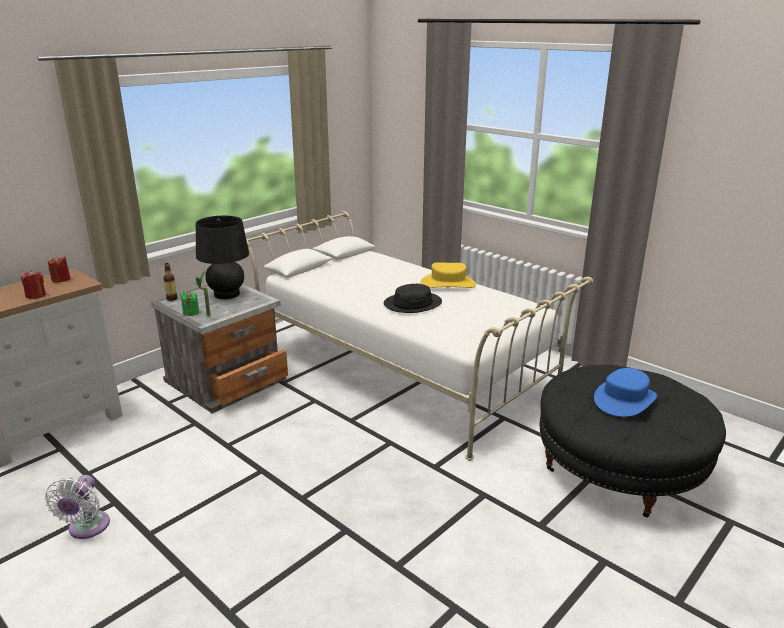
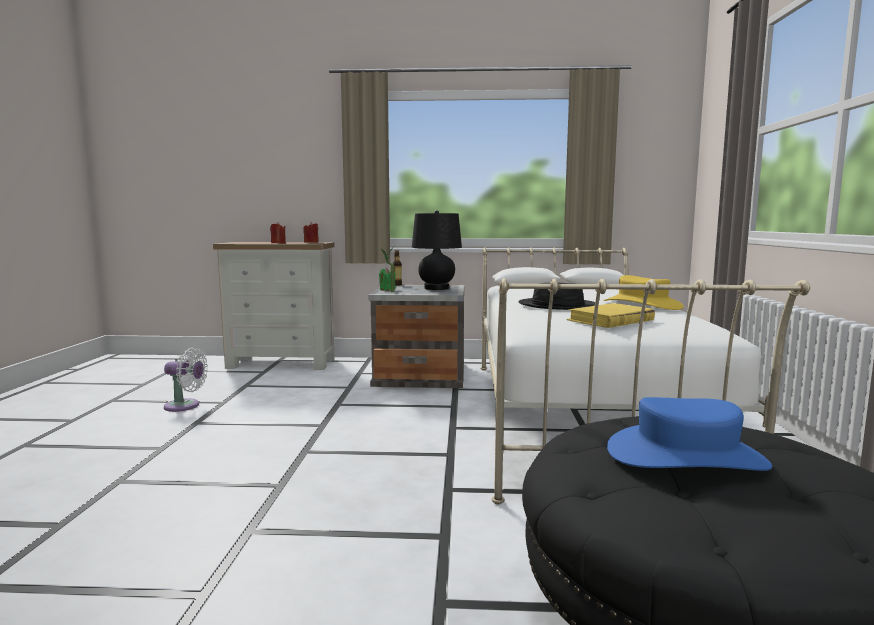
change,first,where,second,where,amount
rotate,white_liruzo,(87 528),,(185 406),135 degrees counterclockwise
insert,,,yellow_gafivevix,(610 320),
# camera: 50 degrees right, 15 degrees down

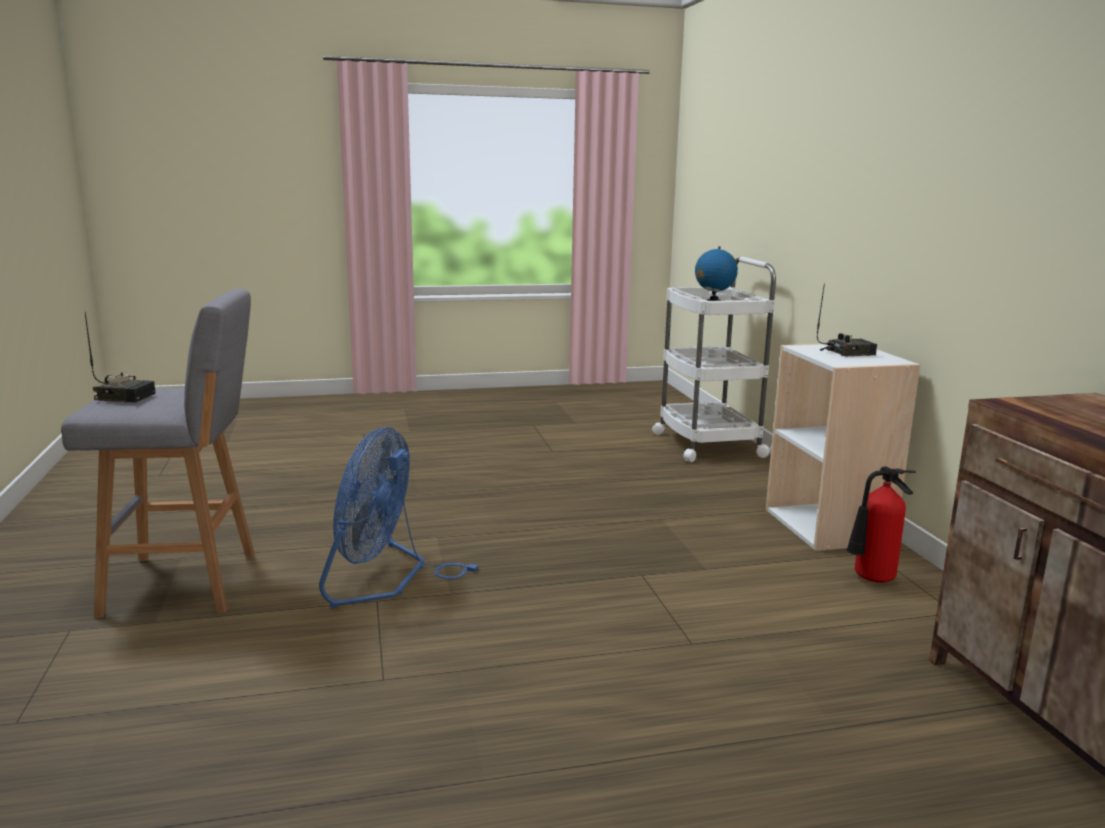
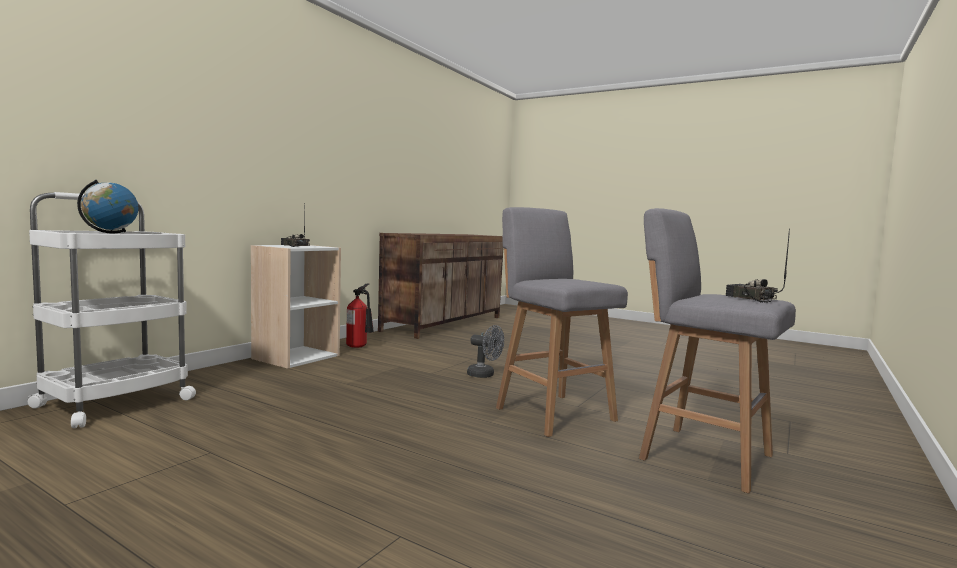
change,first,where,second,where,amount
replace,blue_liruzo,(393 575),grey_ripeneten,(552 413),
insert,,,grey_liruzo,(485 375),
# camera: 135 degrees left, 10 degrees down

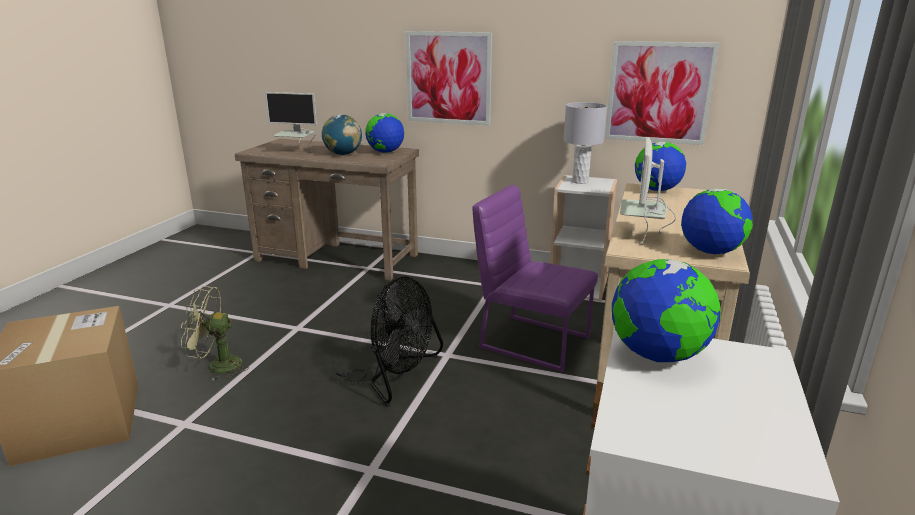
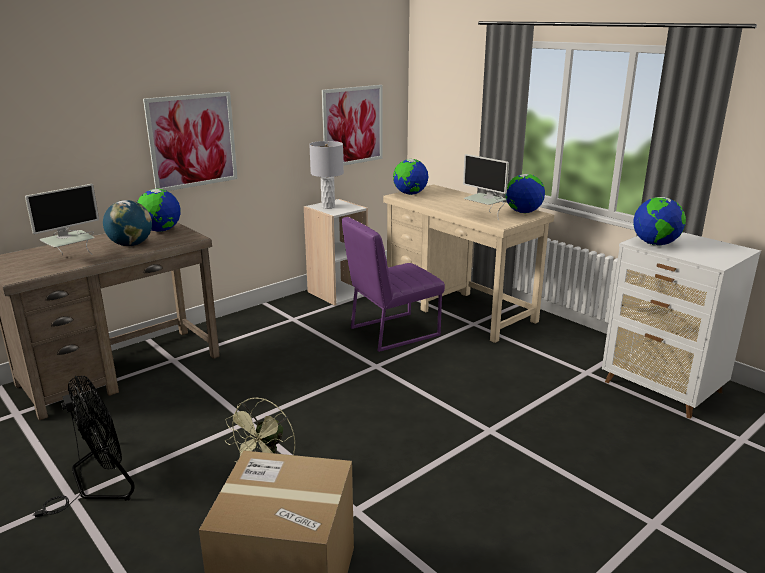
change,first,where,second,where,amount
move,black_liruzo,(394 376),,(95 481),
# camera: 60 degrees left, 0 degrees up

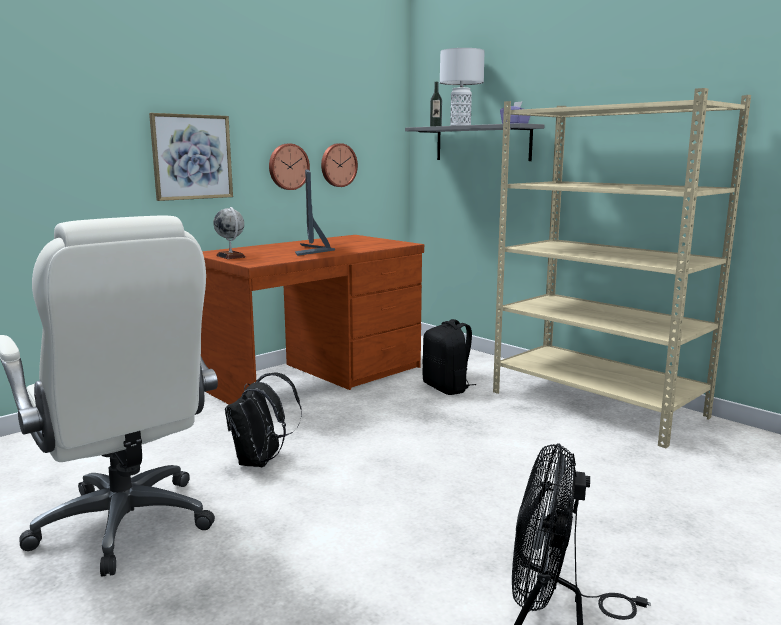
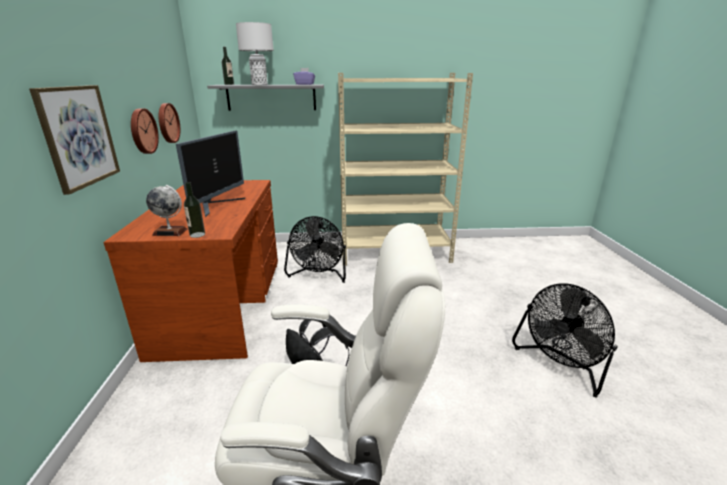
change,first,where,second,where,amount
rotate,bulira,(313 250),,(217 205),105 degrees counterclockwise
replace,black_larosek,(447 388),black_liruzo,(317 273),
insert,,,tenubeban,(197 235),
# camera: 50 degrees left, 10 degrees up

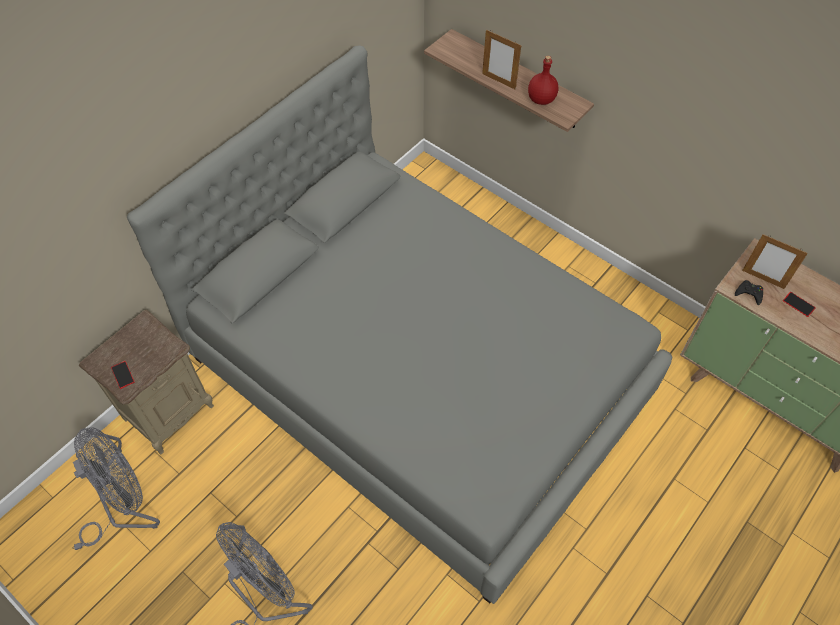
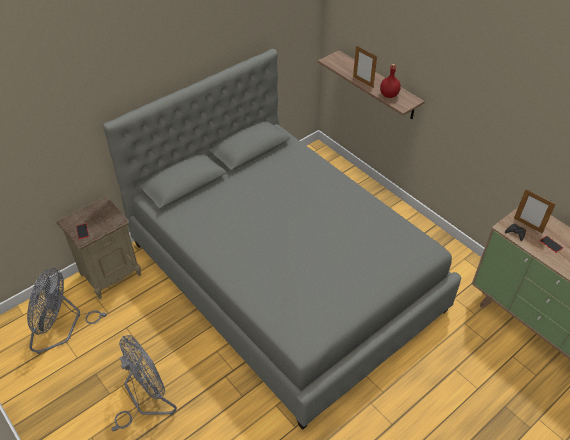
change,first,where,second,where,amount
rotate,grey_liruzo,(120 501),,(65 324),150 degrees counterclockwise
# camera: 10 degrees right, 10 degrees down

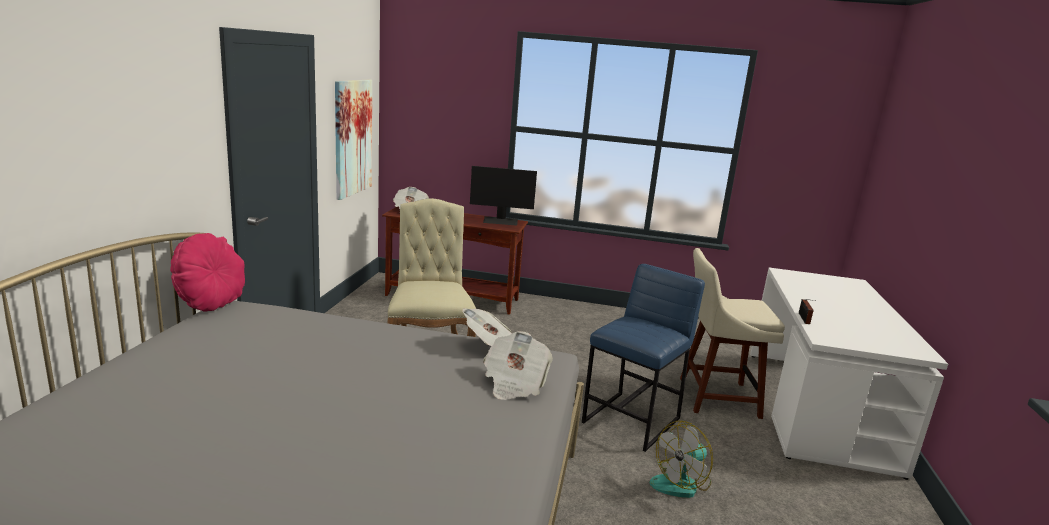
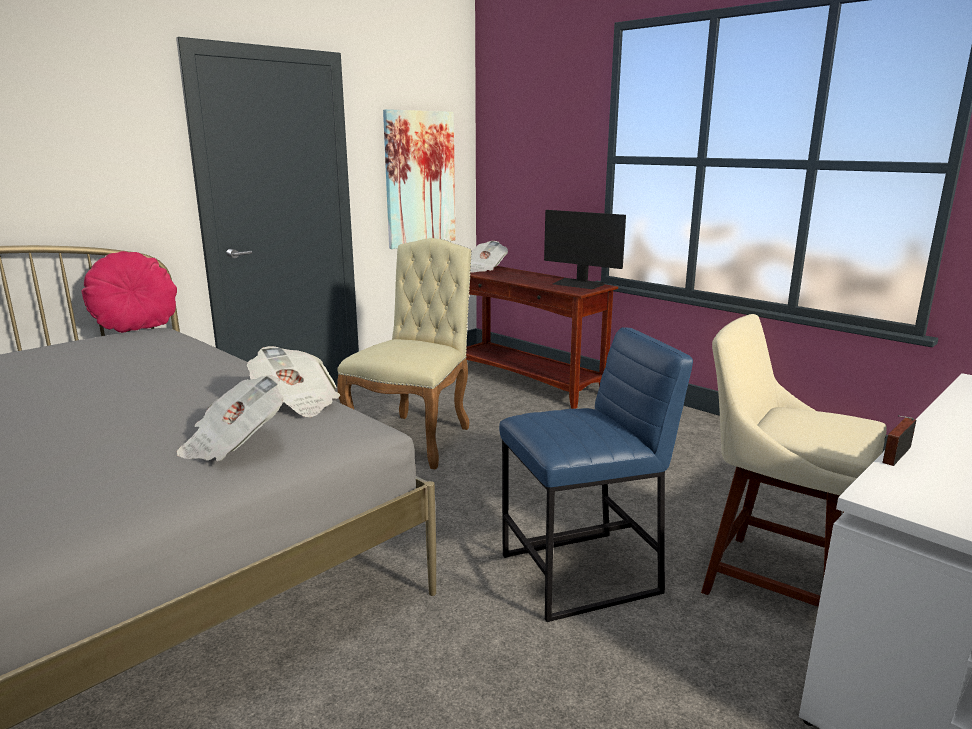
change,first,where,second,where,amount
delete,liruzo,(681 483),,,
# camera: 35 degrees right, 0 degrees up

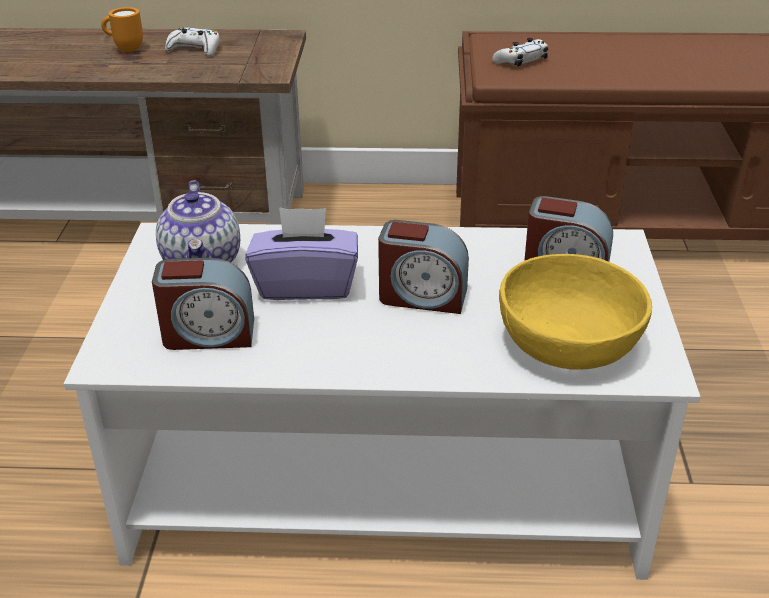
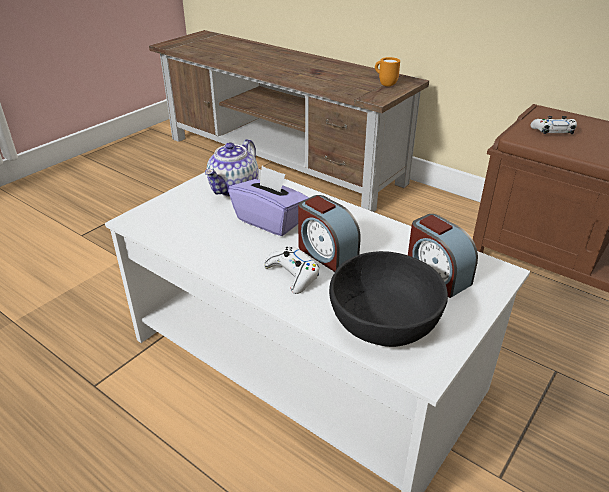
change,first,where,second,where,amount
move,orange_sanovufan,(125 49),,(385 84),
delete,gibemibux,(208 334),,,
move,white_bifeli,(194 49),,(292 275),
recolor,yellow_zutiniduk,(569 342),black_zutiniduk,(384 321),
# camera: 35 degrees right, 0 degrees up

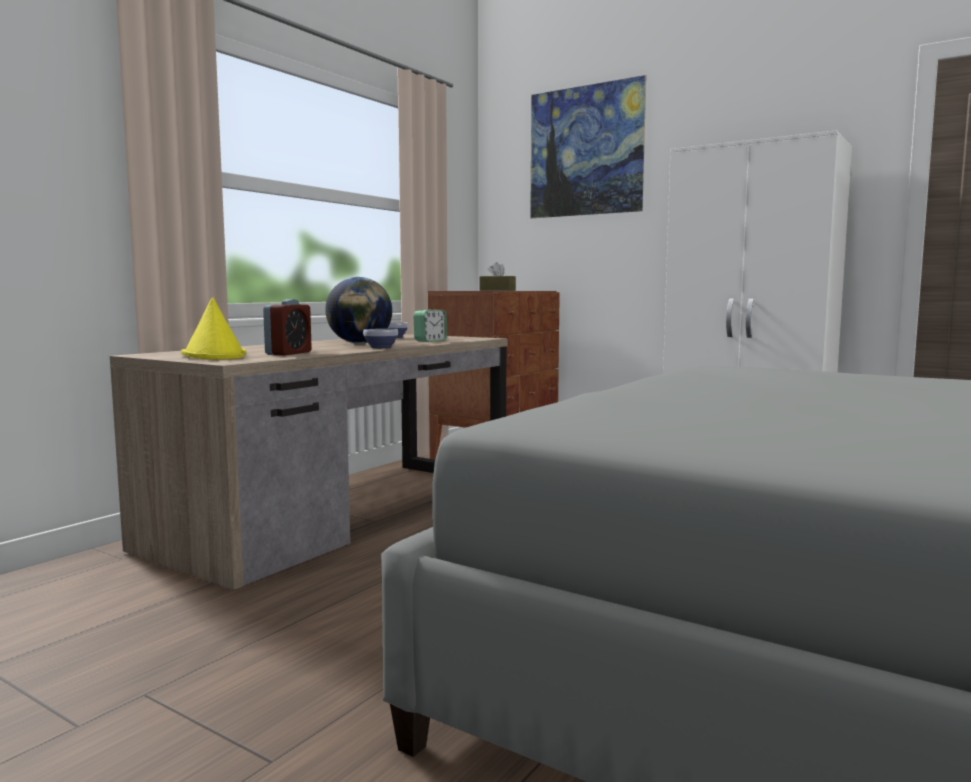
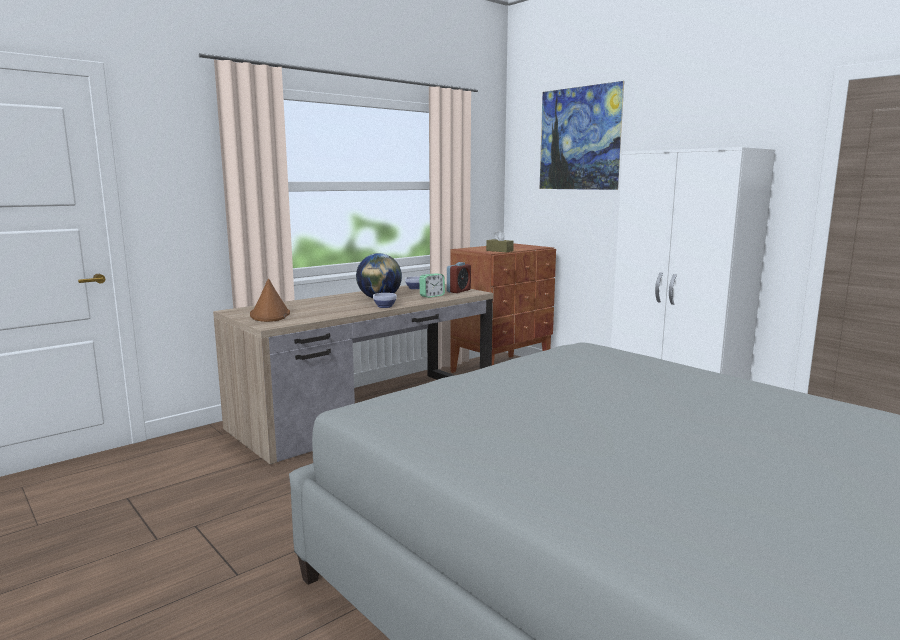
change,first,where,second,where,amount
recolor,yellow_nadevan,(214 355),brown_nadevan,(270 315),
move,gibemibux,(288 353),,(458 291),
# camera: 15 degrees right, 5 degrees up

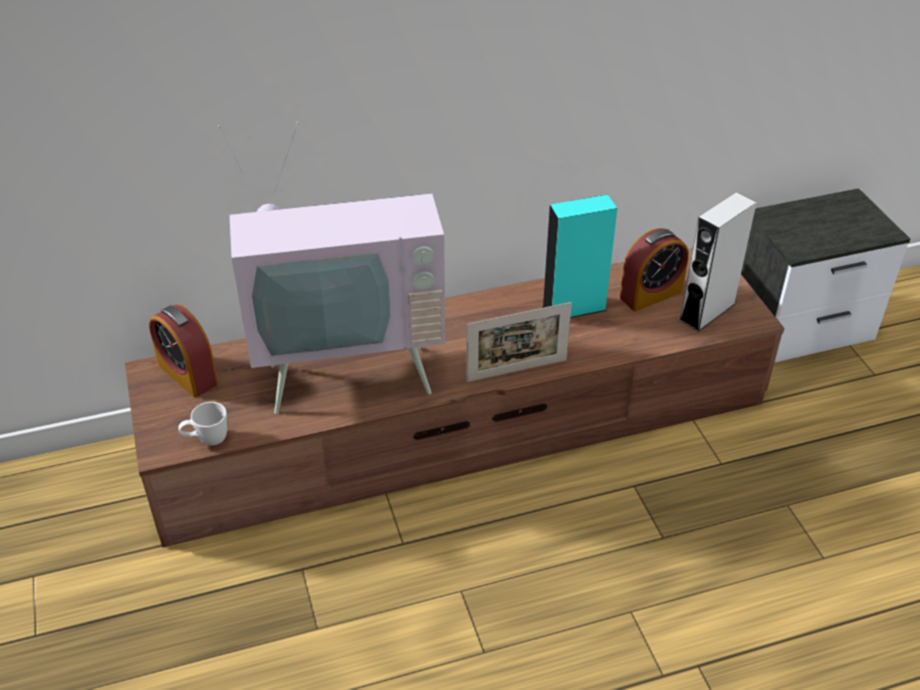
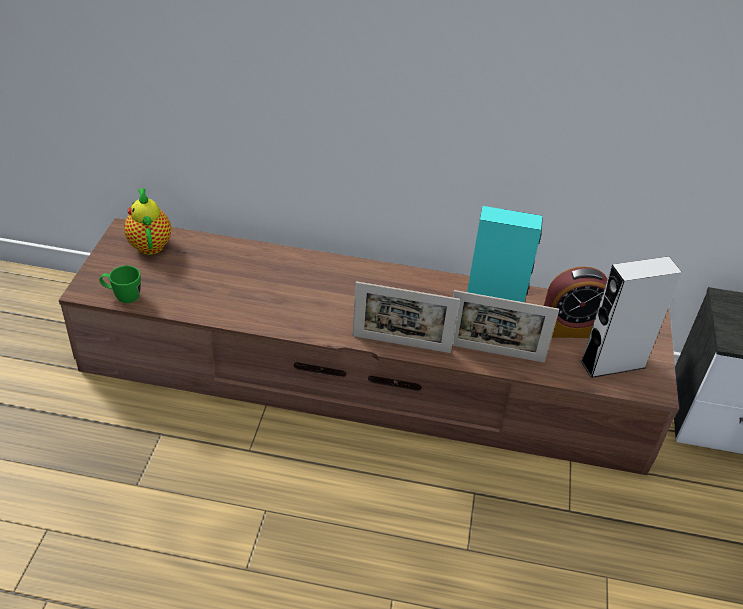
change,first,where,second,where,amount
replace,gibemibux,(188 374),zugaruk,(150 243),
recolor,white_sanovufan,(207 440),green_sanovufan,(122 297),
delete,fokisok,(349 369),,,
insert,,,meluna,(494 353),
# camera: 25 degrees right, 0 degrees up

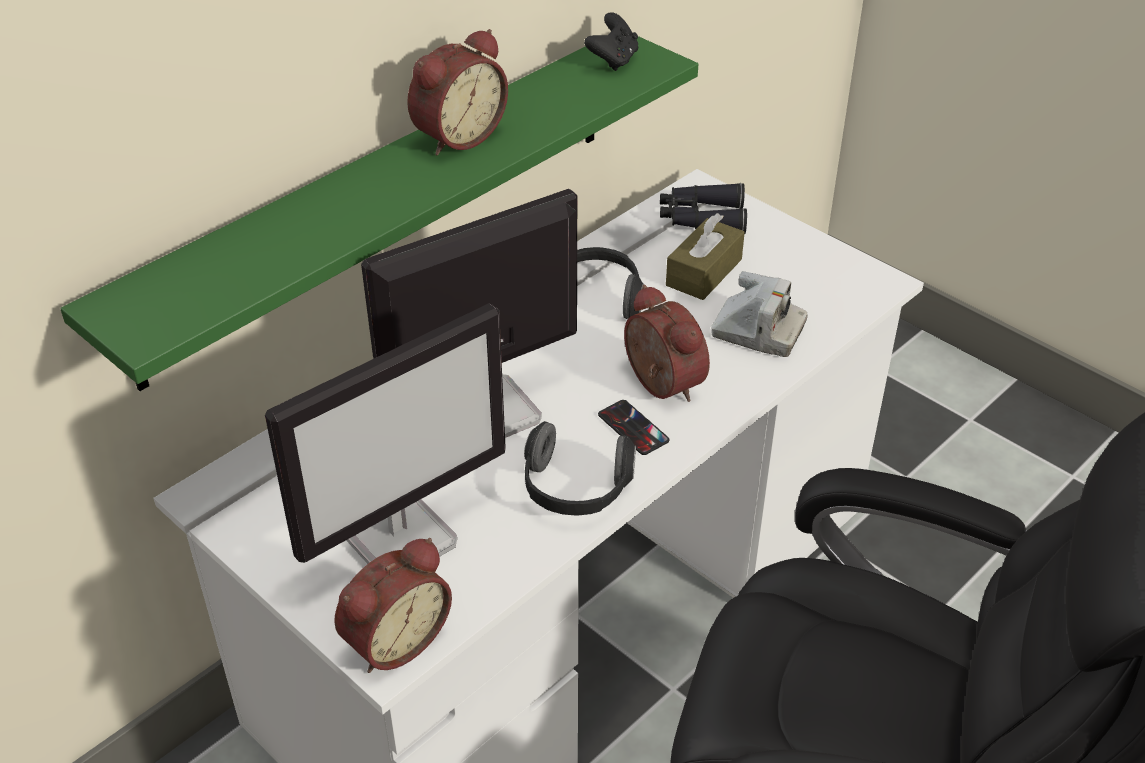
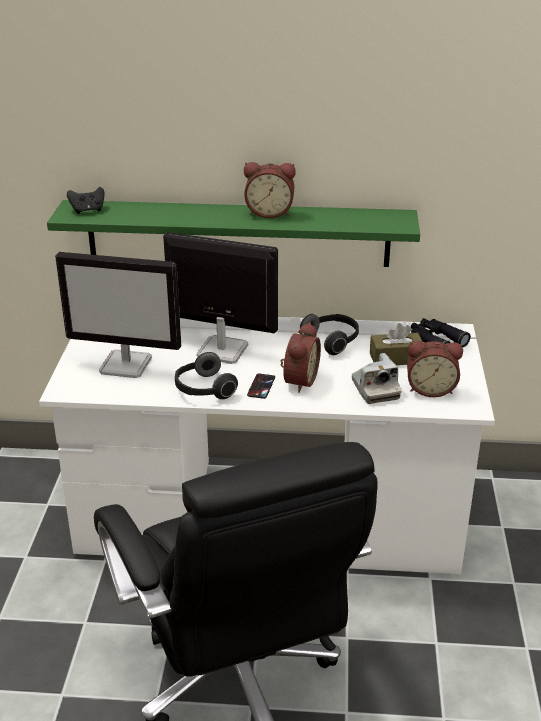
change,first,where,second,where,amount
move,gibemibux,(394 639),,(430 389),
move,black_bifeli,(613 60),,(88 210),
# camera: 50 degrees right, 10 degrees down

